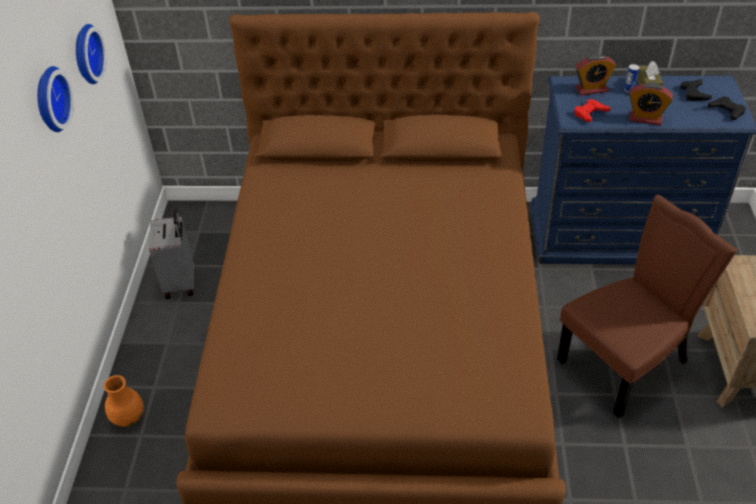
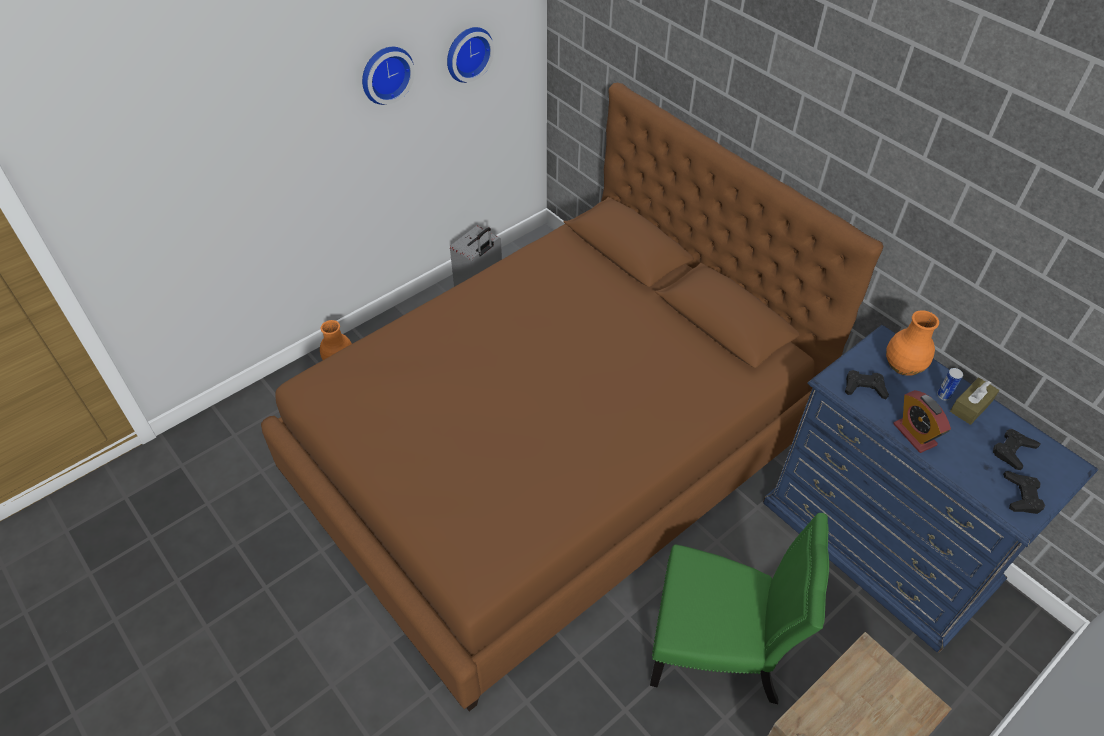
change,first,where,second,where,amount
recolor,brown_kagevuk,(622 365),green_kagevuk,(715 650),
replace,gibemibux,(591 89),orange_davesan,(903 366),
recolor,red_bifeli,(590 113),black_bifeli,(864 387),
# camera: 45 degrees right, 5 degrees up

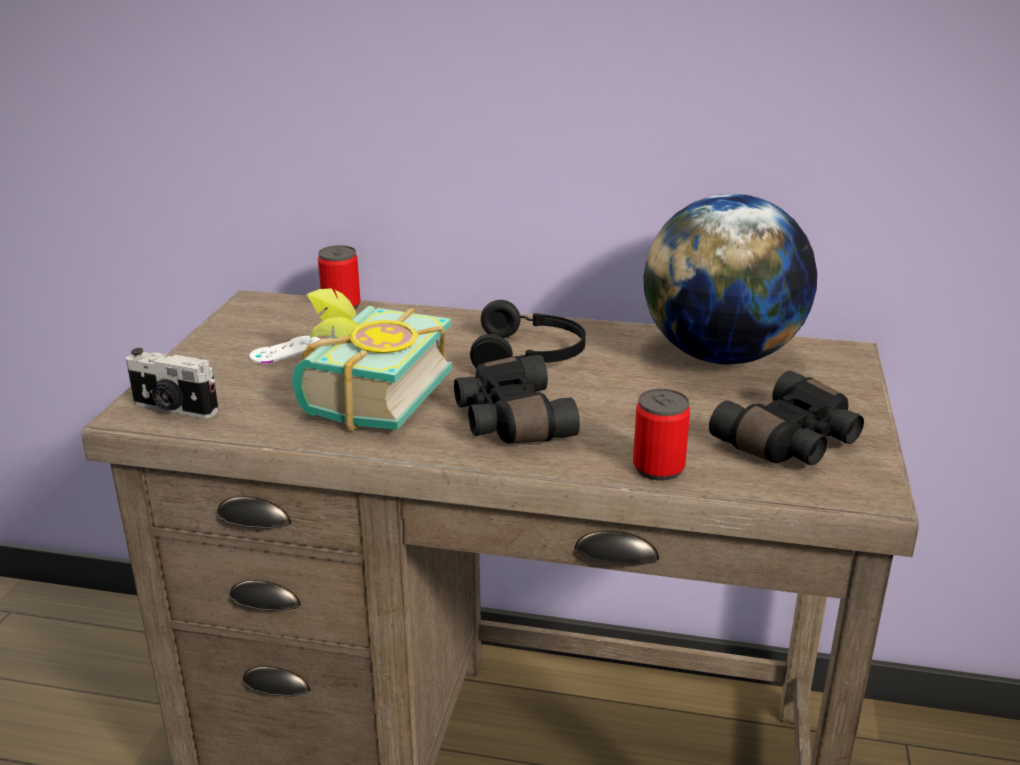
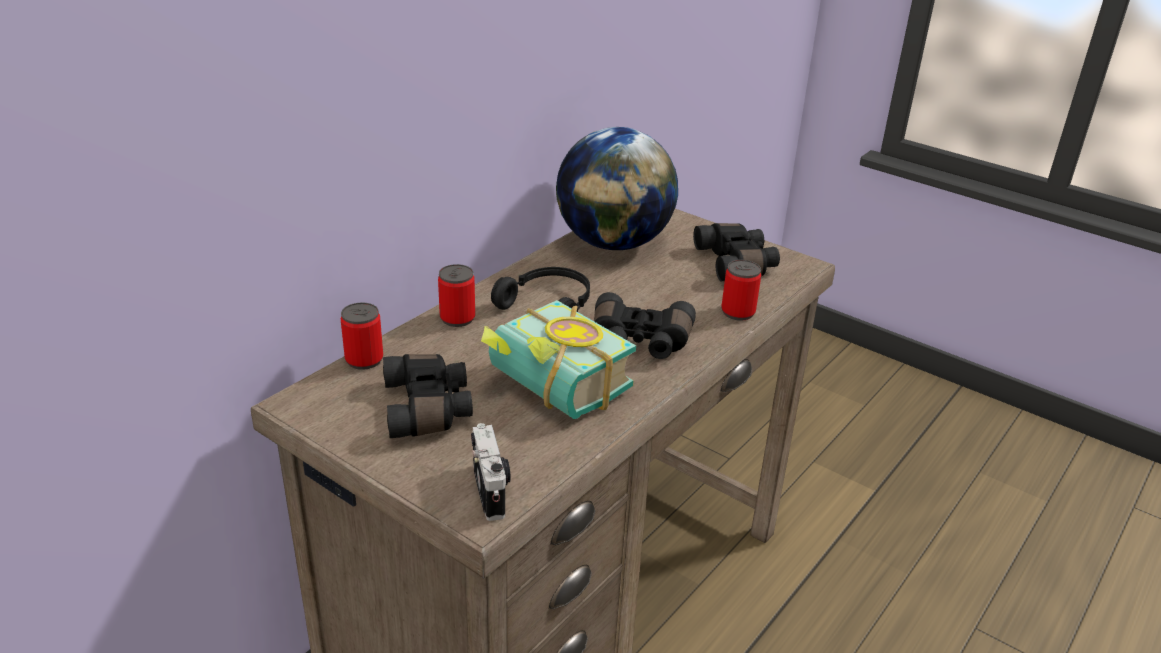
change,first,where,second,where,amount
rotate,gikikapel,(174 409),,(491 490),60 degrees counterclockwise
replace,white_bifeli,(286 350),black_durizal,(429 408),
insert,,,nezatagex,(457 318),
# camera: 65 degrees left, 5 degrees up

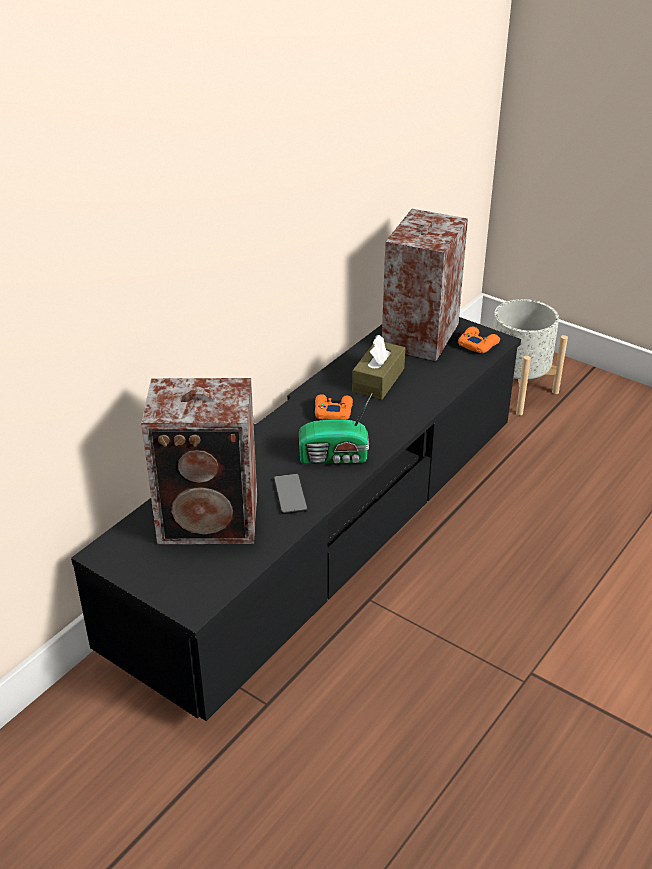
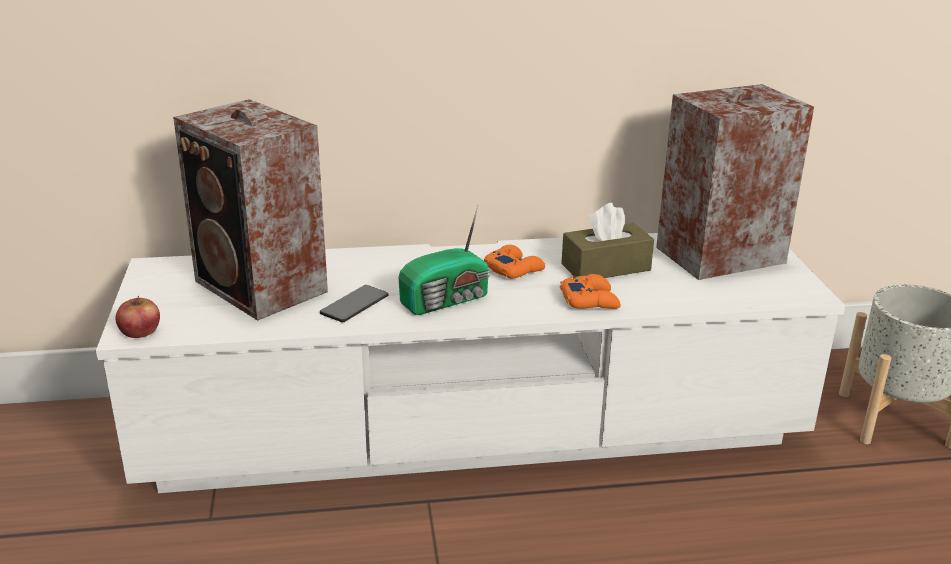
change,first,where,second,where,amount
recolor,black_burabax,(325 536),white_burabax,(474 426),
rotate,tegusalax,(335 457),,(447 300),75 degrees counterclockwise
move,orange_bifeli,(478 344),,(590 300),
insert,,,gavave,(140 331),
# camera: 45 degrees right, 10 degrees down

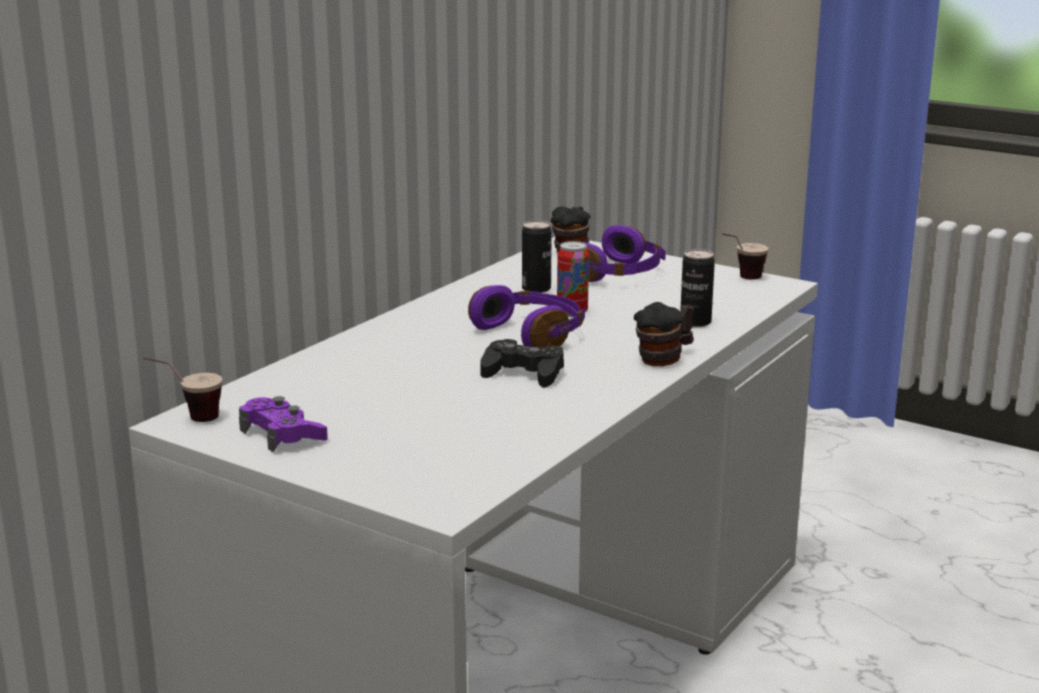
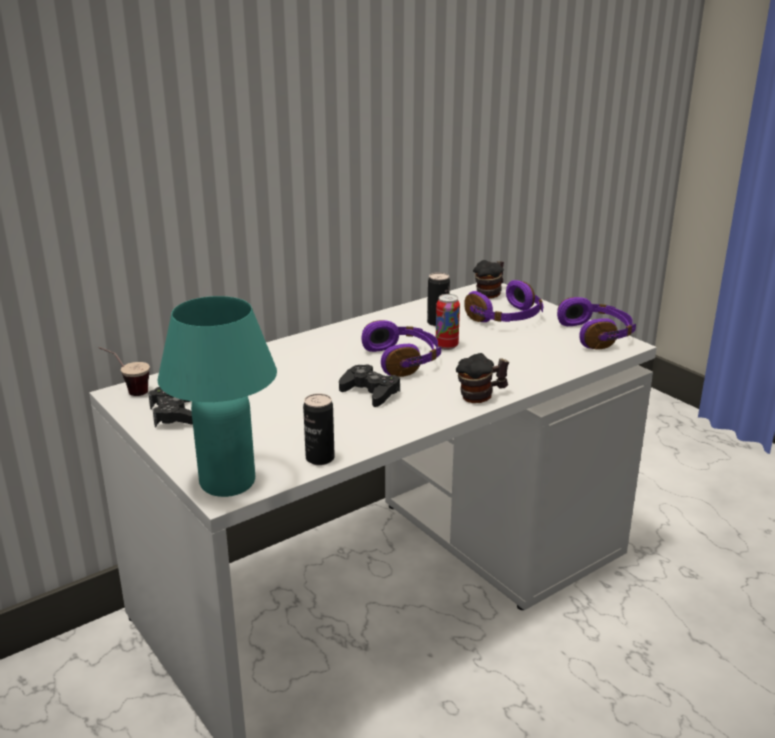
change,first,where,second,where,amount
recolor,purple_bifeli,(282 434),black_bifeli,(173 414),
move,nezatagex,(695 322),,(320 458),
replace,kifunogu,(741 279),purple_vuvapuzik,(597 335),
insert,,,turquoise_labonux,(227 483),
# camera: 20 degrees right, 5 degrees up

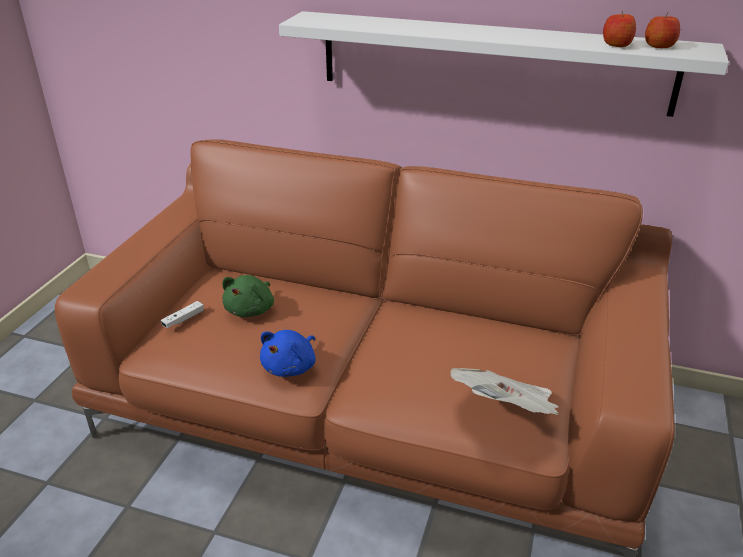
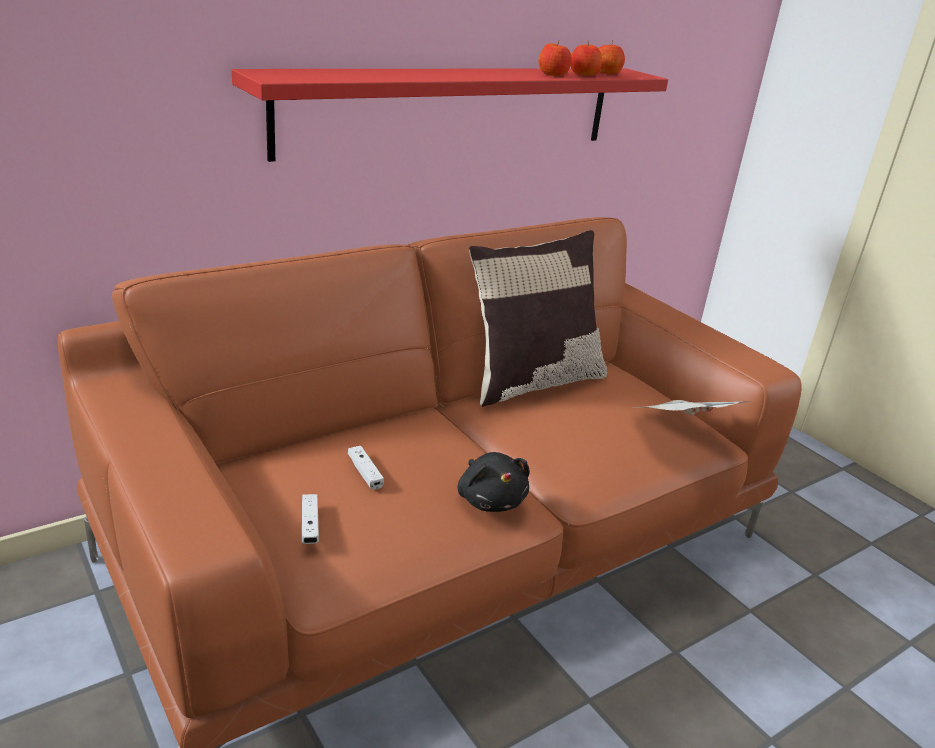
change,first,where,second,where,amount
replace,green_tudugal,(251 309),white_bifeli,(365 473),
recolor,blue_tudugal,(291 367),black_tudugal,(490 500),
recolor,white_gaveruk,(492 62),red_gaveruk,(455 109),
insert,,,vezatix,(532 382),
insert,,,gavave,(553 75),
# camera: 55 degrees left, 5 degrees down

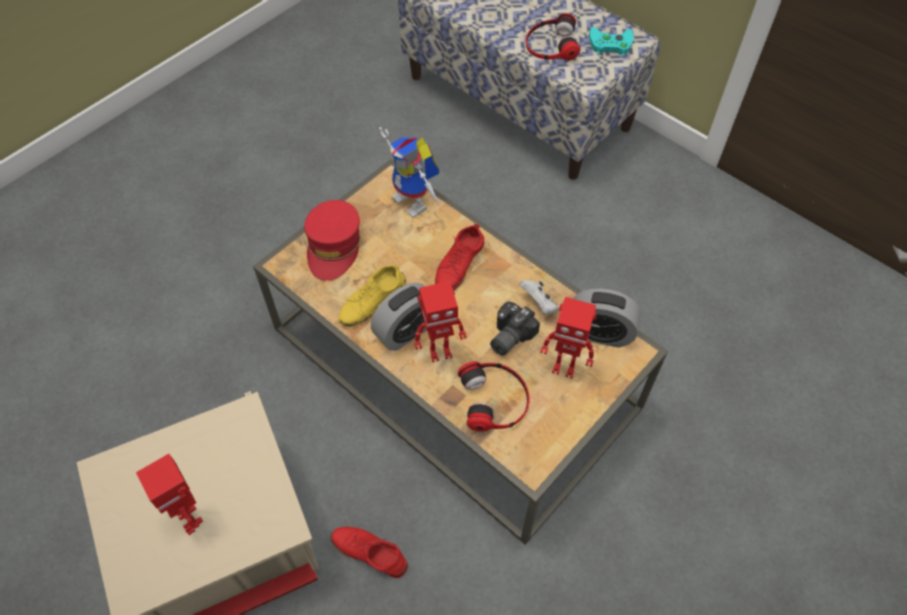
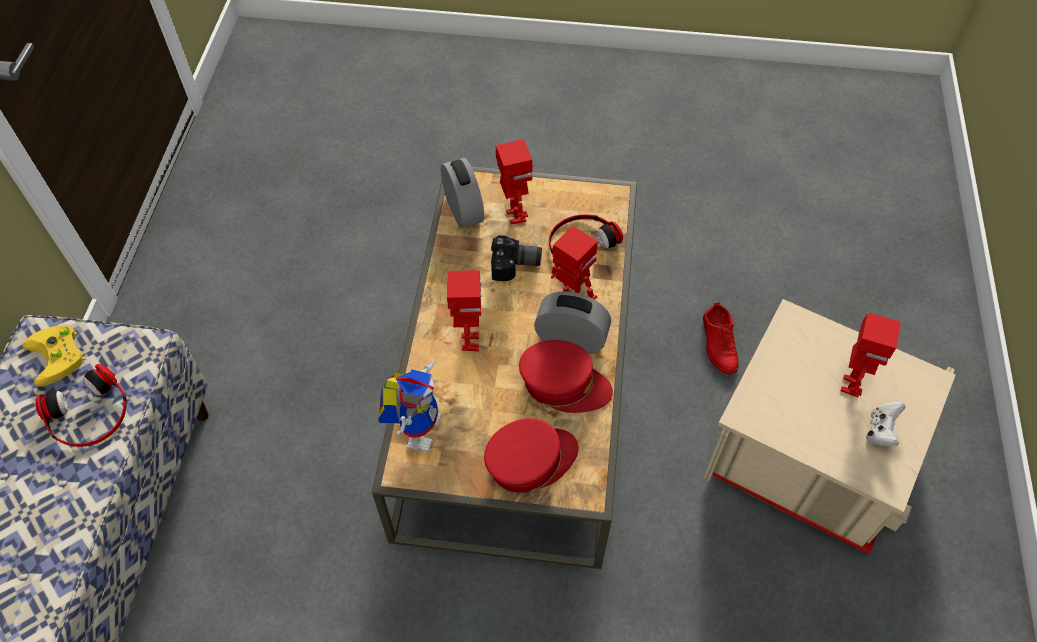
change,first,where,second,where,amount
replace,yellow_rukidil,(372 301),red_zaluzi,(564 385),
replace,red_rukidil,(459 264),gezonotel,(468 342),
move,white_bifeli,(539 304),,(880 431),
recolor,turquoise_bifeli,(609 44),yellow_bifeli,(59 357),
# camera: 125 degrees left, 0 degrees up

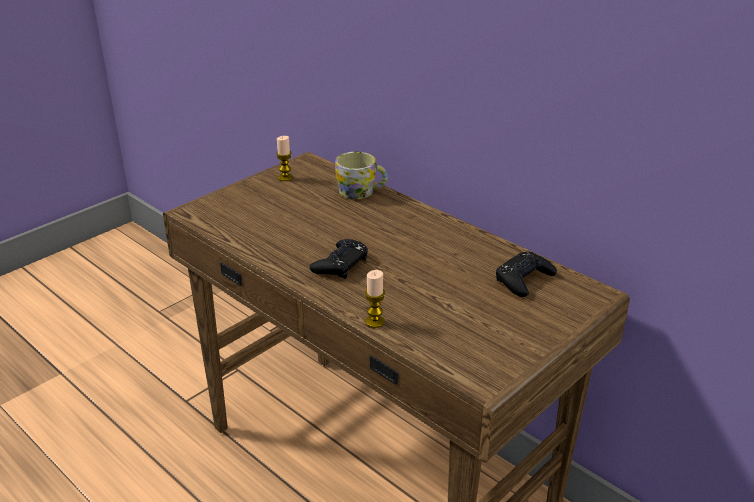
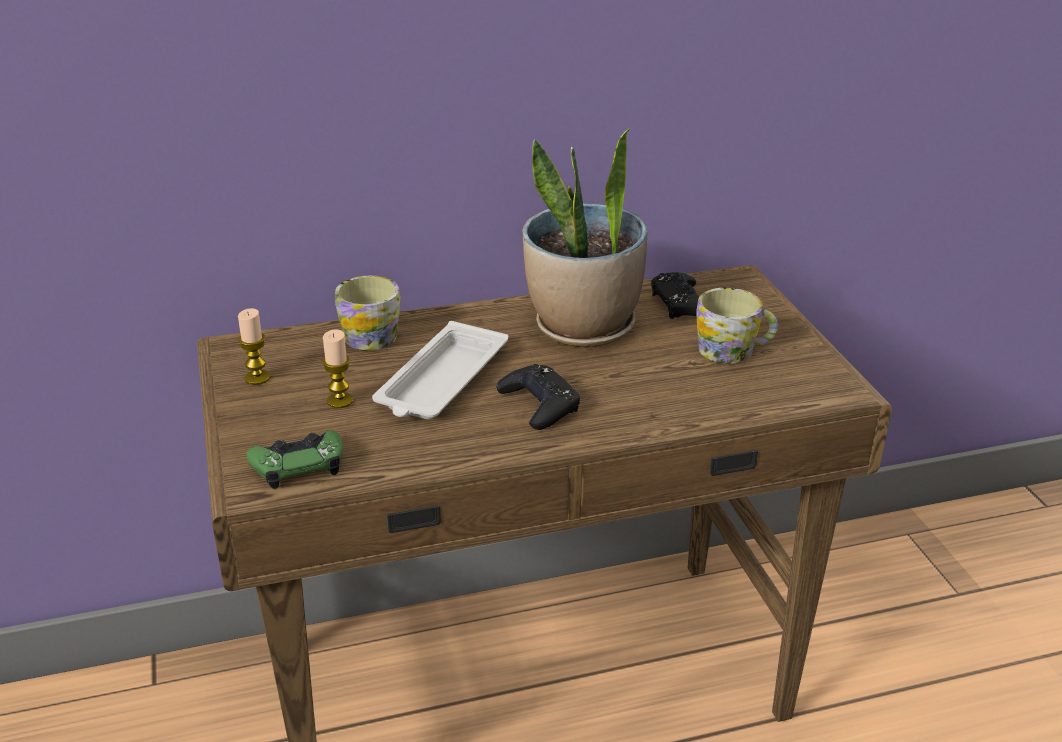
change,first,where,second,where,amount
move,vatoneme,(375 322),,(340 401),
insert,,,green_bifeli,(298 465),
insert,,,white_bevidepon,(441 381),
insert,,,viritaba,(583 327),
insert,,,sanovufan,(733 351),
# camera: 60 degrees left, 0 degrees up

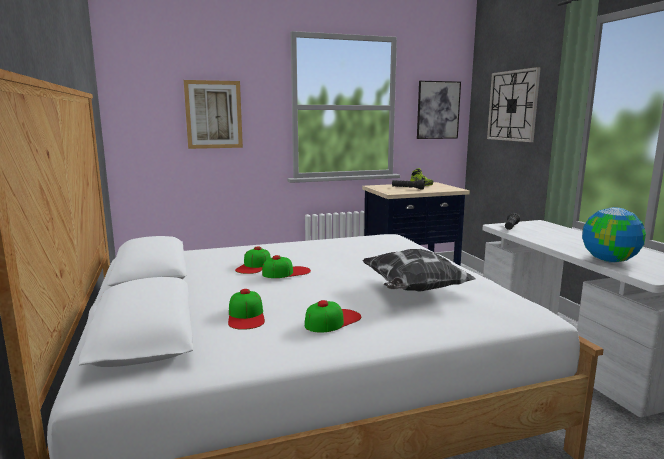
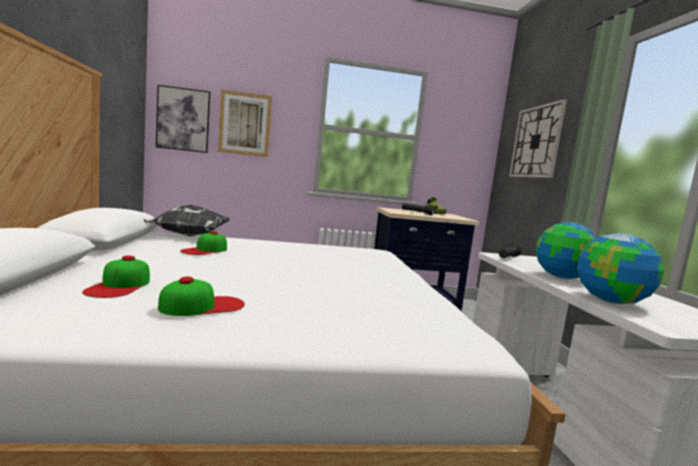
change,first,where,second,where,amount
delete,zaluzi,(286 272),,,
move,vezatix,(413 290),,(188 236),
move,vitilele,(438 110),,(183 119),
insert,,,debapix,(562 277),
# camera: 10 degrees right, 5 degrees down

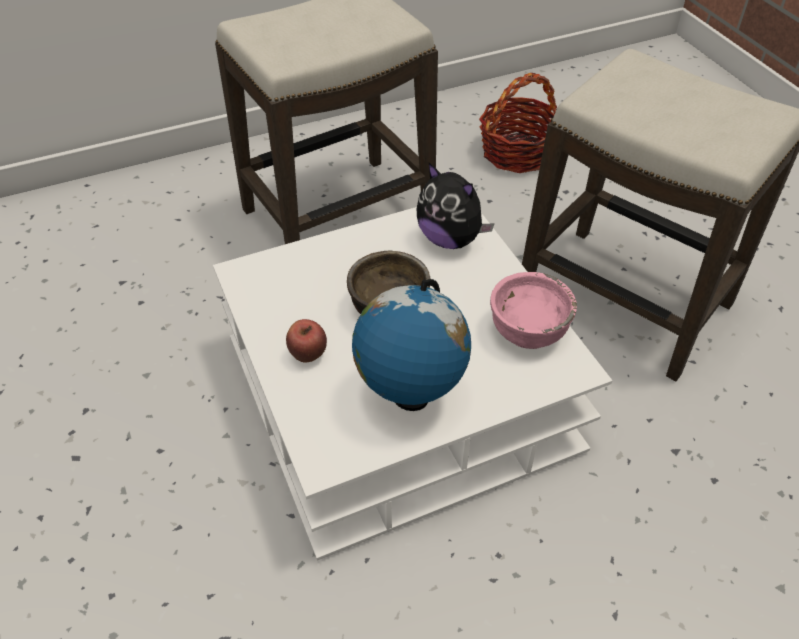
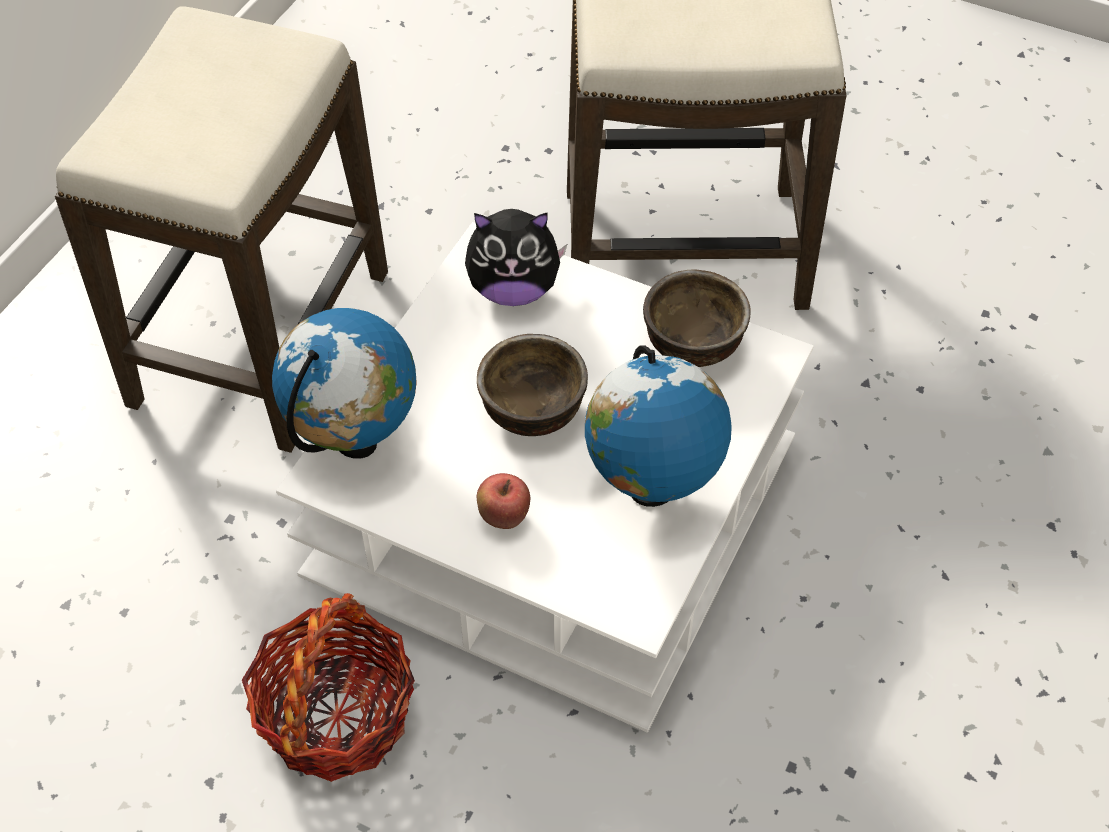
change,first,where,second,where,amount
move,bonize,(517 152),,(336 715),
recolor,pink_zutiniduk,(528 331),brown_zutiniduk,(694 345),
insert,,,debapix,(356 442),
# camera: 40 degrees left, 5 degrees up

